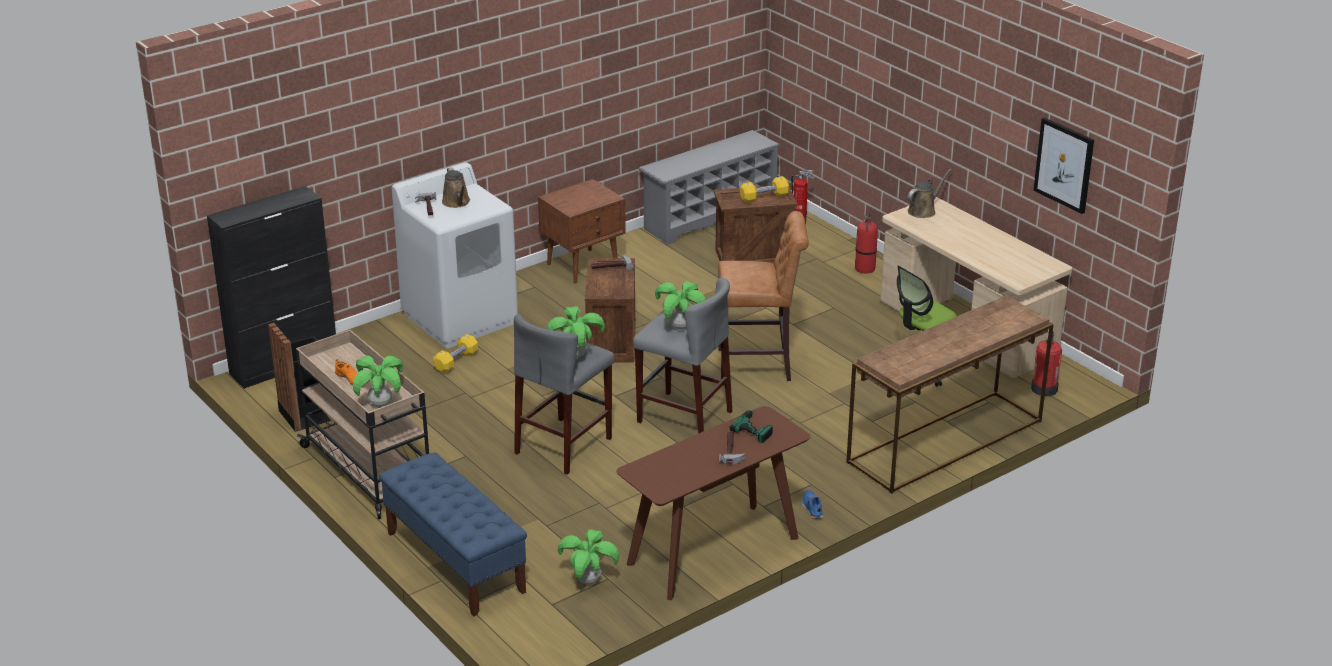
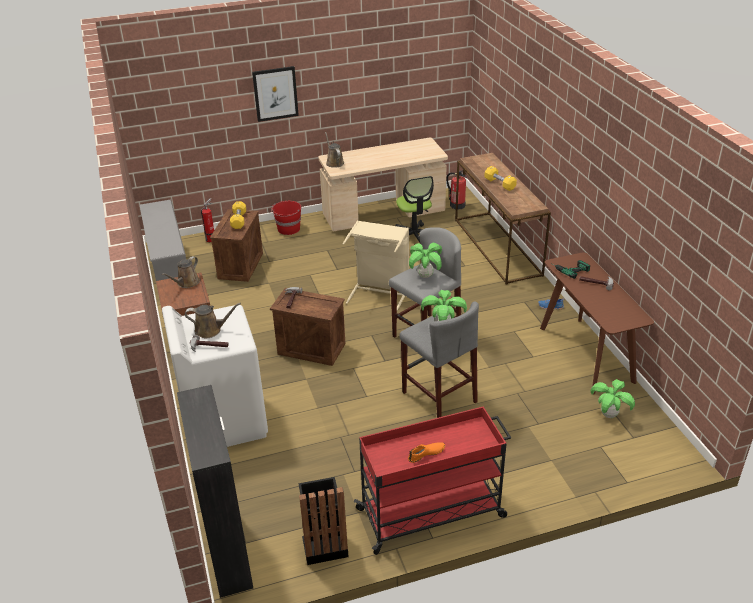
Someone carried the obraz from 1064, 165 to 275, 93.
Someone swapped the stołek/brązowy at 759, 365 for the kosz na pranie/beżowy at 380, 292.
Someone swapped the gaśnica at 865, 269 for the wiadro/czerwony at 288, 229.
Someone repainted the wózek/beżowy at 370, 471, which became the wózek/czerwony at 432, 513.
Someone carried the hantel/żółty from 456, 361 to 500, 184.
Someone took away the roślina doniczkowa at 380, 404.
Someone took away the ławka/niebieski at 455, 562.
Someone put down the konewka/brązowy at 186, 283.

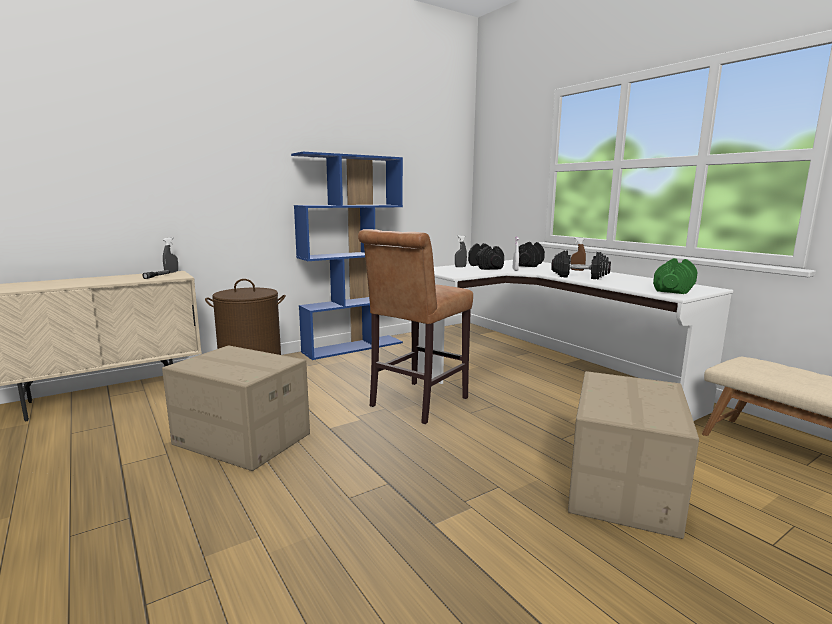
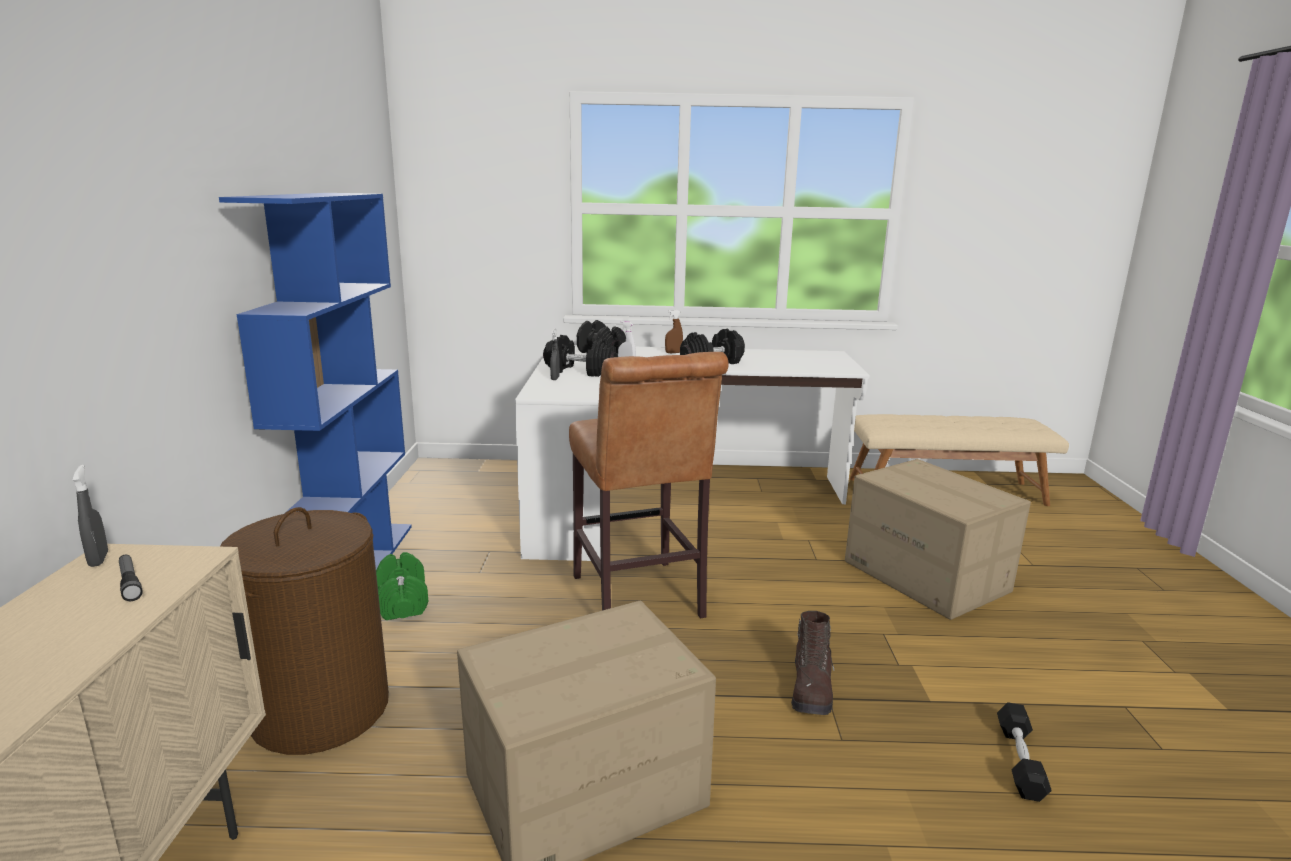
Someone carried the hantel/zielony from 674, 289 to 403, 602.
Someone put down the but z cholewką/brązowy at 811, 690.
Someone put down the hantel/czarny at 1019, 761.

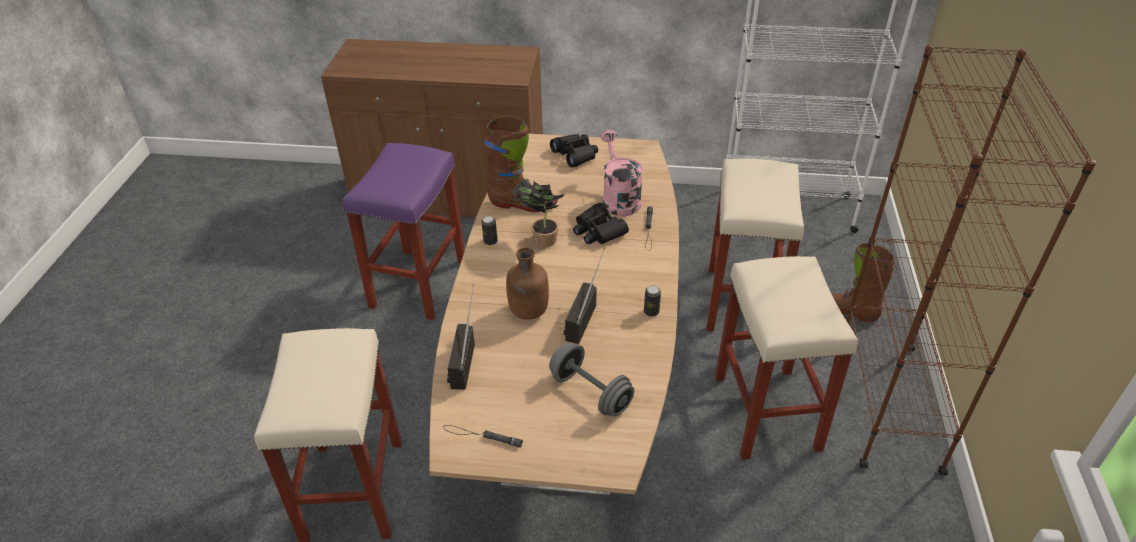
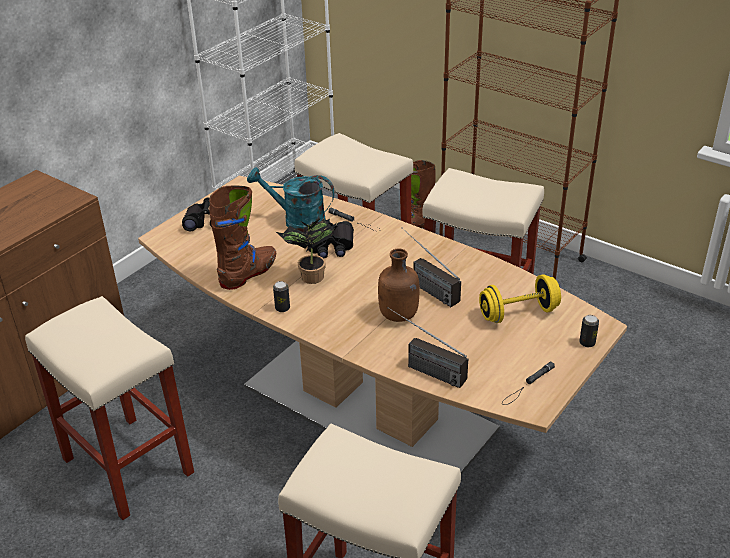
Someone repainted the konewka/różowy at 619, 198, which became the konewka/turkusowy at 297, 221.
Someone repainted the stołek/fioletowy at 418, 282, which became the stołek/beżowy at 126, 465.
Someone carried the puszka from 651, 312 to 587, 343.
Someone repainted the hantel/szary at 590, 392, which became the hantel/żółty at 518, 313.

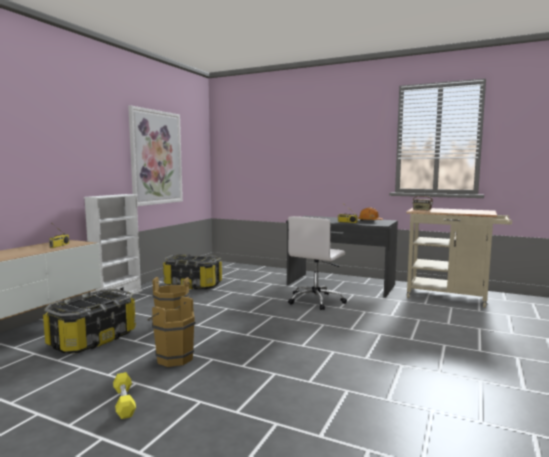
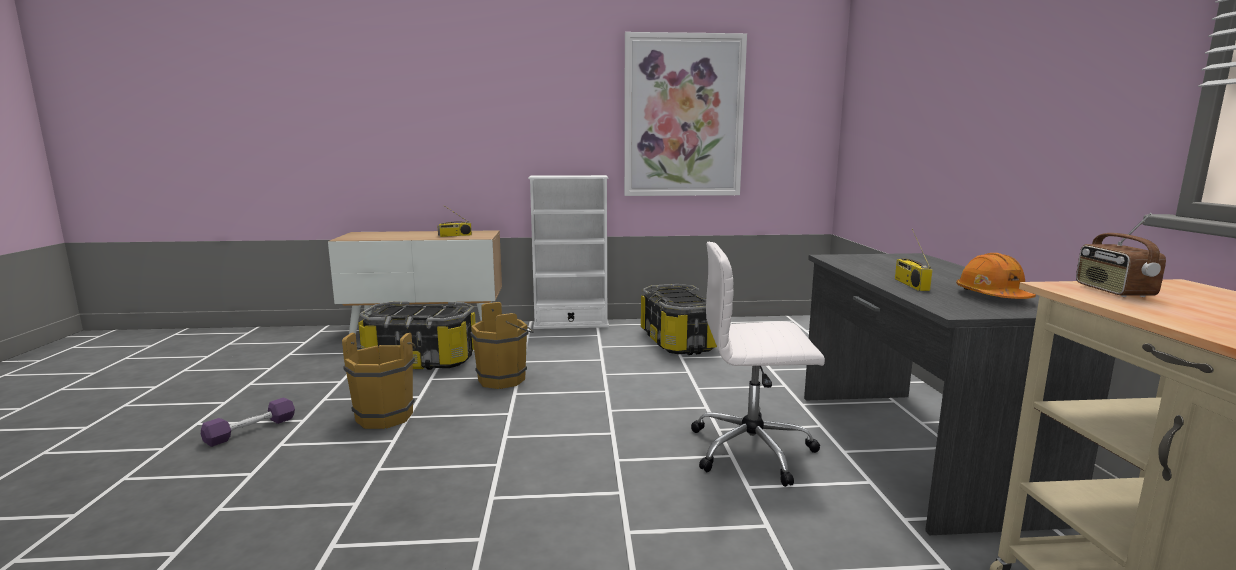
Someone repainted the hantel/żółty at 124, 402, which became the hantel/fioletowy at 251, 430.

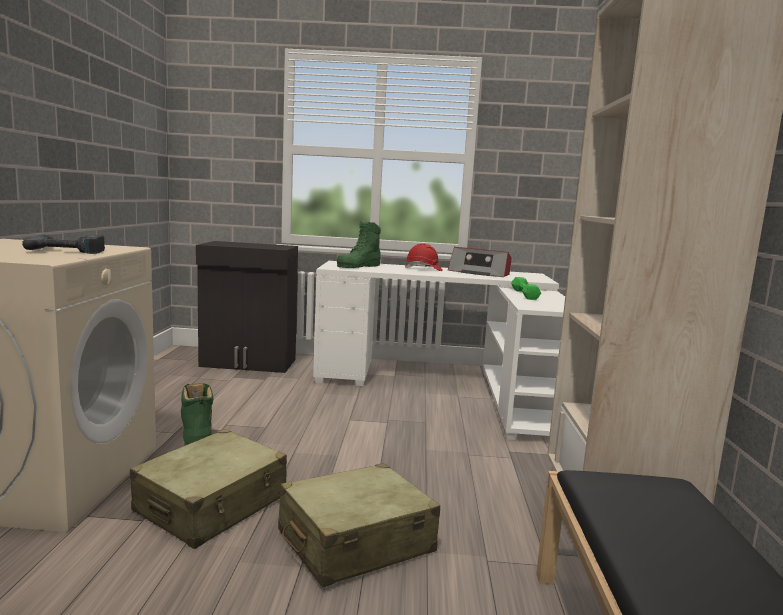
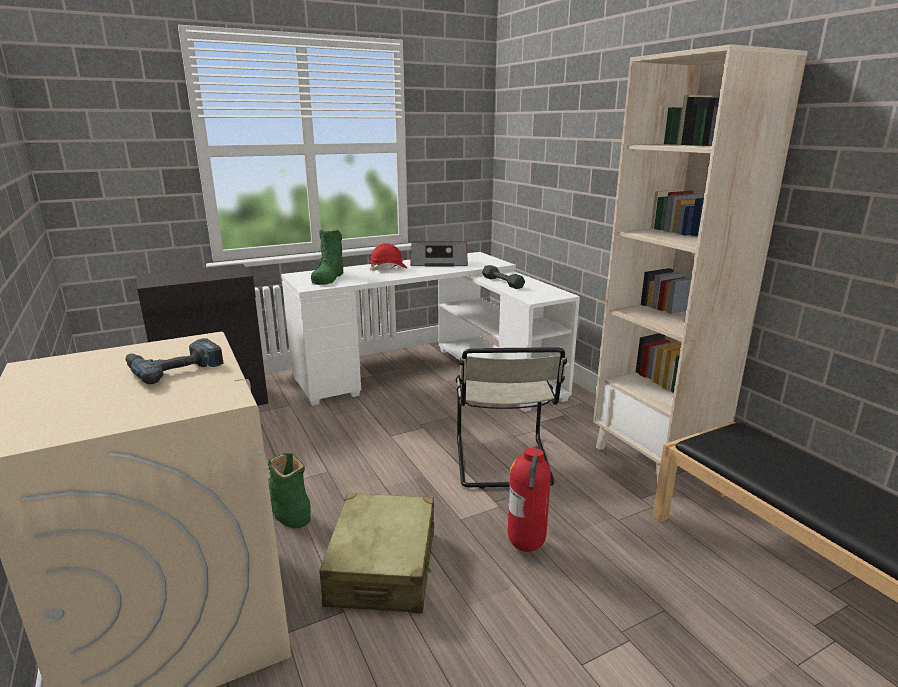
Someone repainted the hantel/zielony at 525, 294, which became the hantel/szary at 502, 282.
Someone swapped the walizka/beżowy at 355, 542 for the gaśnica at 527, 547.
Someone put down the krzesło/beżowy at 503, 464.

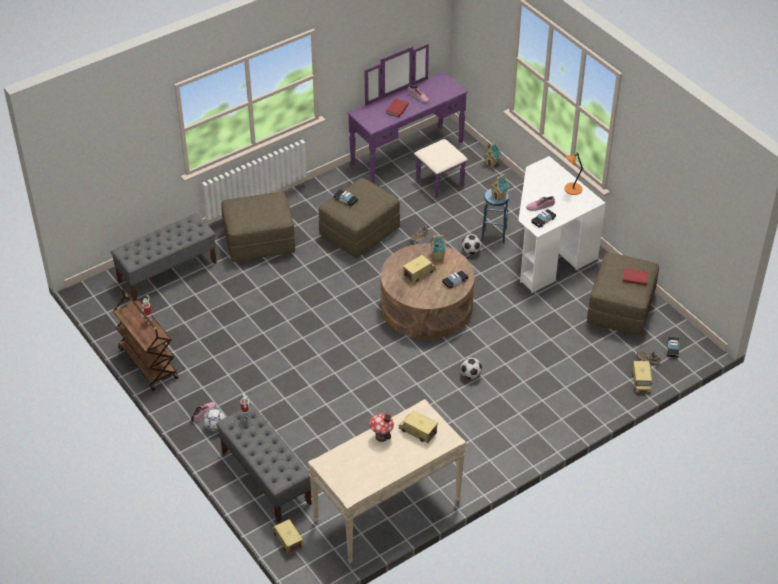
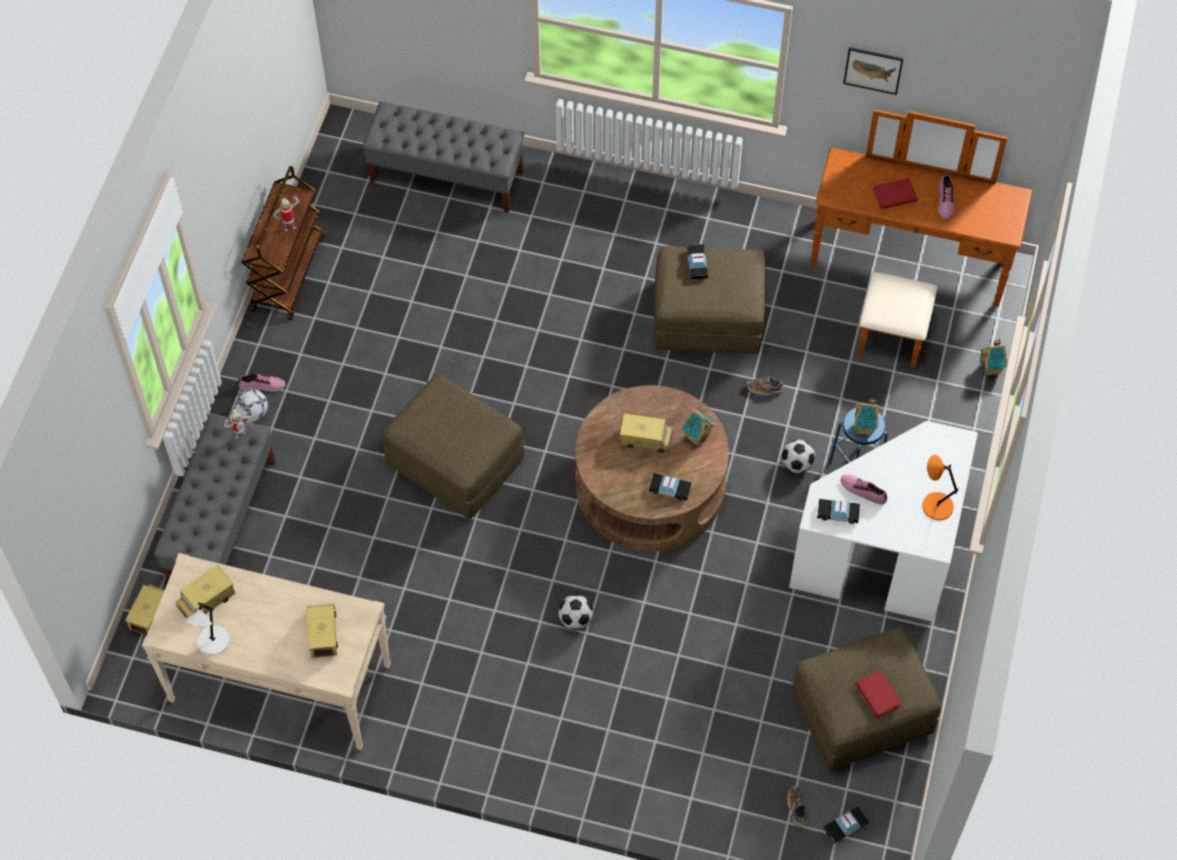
Someone repainted the komoda/fioletowy at 415, 159, which became the komoda/brązowy at 906, 278.
Someone carried the pufa/brązowy from 259, 241 to 456, 463.
Someone carried the ciężarówka zabawkowa from 641, 382 to 206, 601.
Someone took away the domek at 381, 436.
Someone put up the obraz at 873, 70.
Someone put down the lampa stołowa/biały at 212, 642.

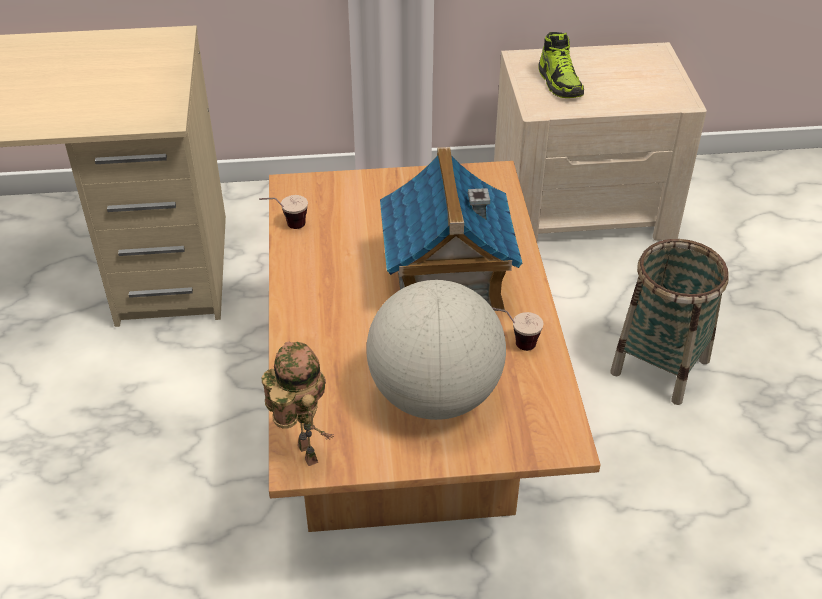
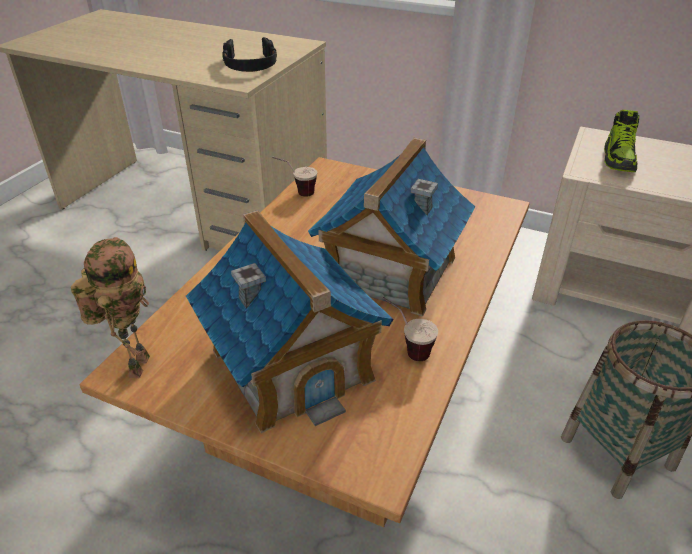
Someone swapped the globus at 434, 395 for the domek at 292, 364.
Someone put down the słuchawki/czarny at 250, 65.

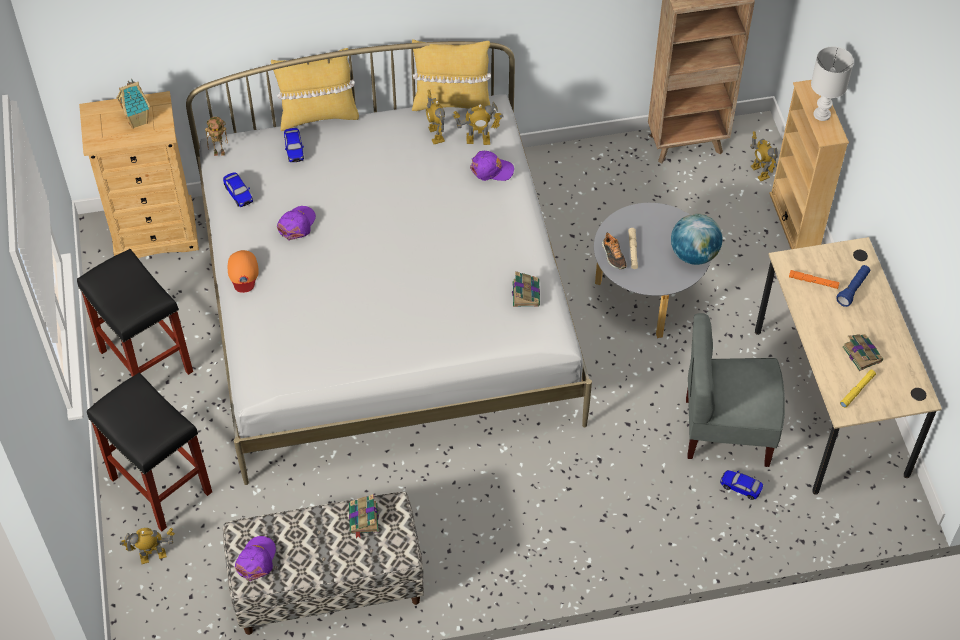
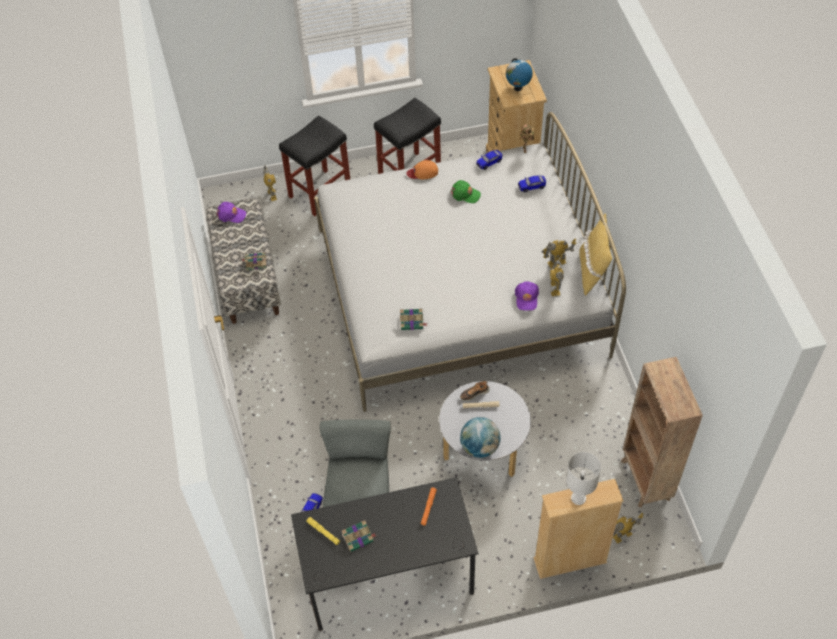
Someone took away the poduszka/żółty at 318, 116.
Someone swapped the domek at 138, 120 for the globus at 518, 88.
Someone repainted the czapka z daszkiem/fioletowy at 297, 224, which became the czapka z daszkiem/zielony at 465, 194.
Someone repainted the biurko/beżowy at 829, 402, which became the biurko/czarny at 388, 576.
Someone took away the latarka/niebieski at 853, 289.

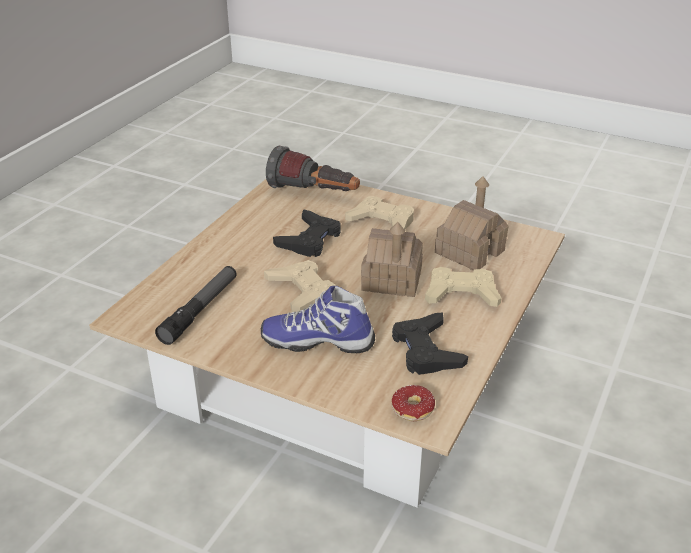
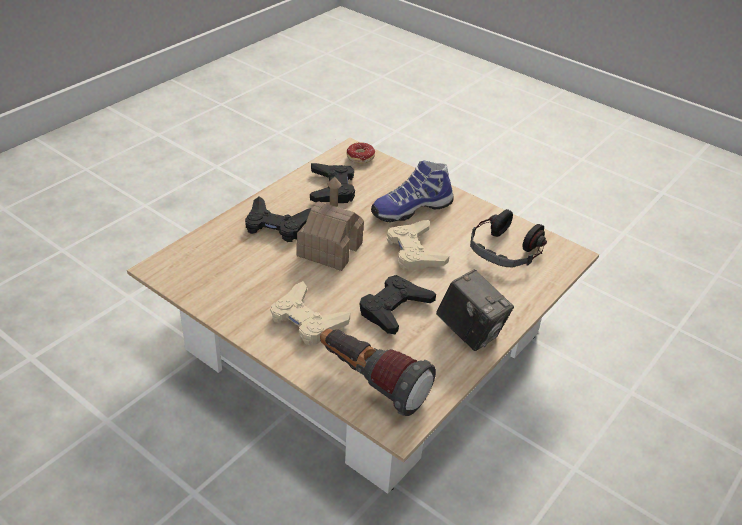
Someone took away the domek at 469, 251.
Someone swapped the latarka at 200, 310 for the słuchawki at 506, 249.
Someone repainted the pad do gier/beżowy at 461, 294, which became the pad do gier/czarny at 277, 225.
Someone rotated the but at 318, 341 by 135 degrees clockwise.
Someone put down the aparat fotograficzny at 470, 332.

